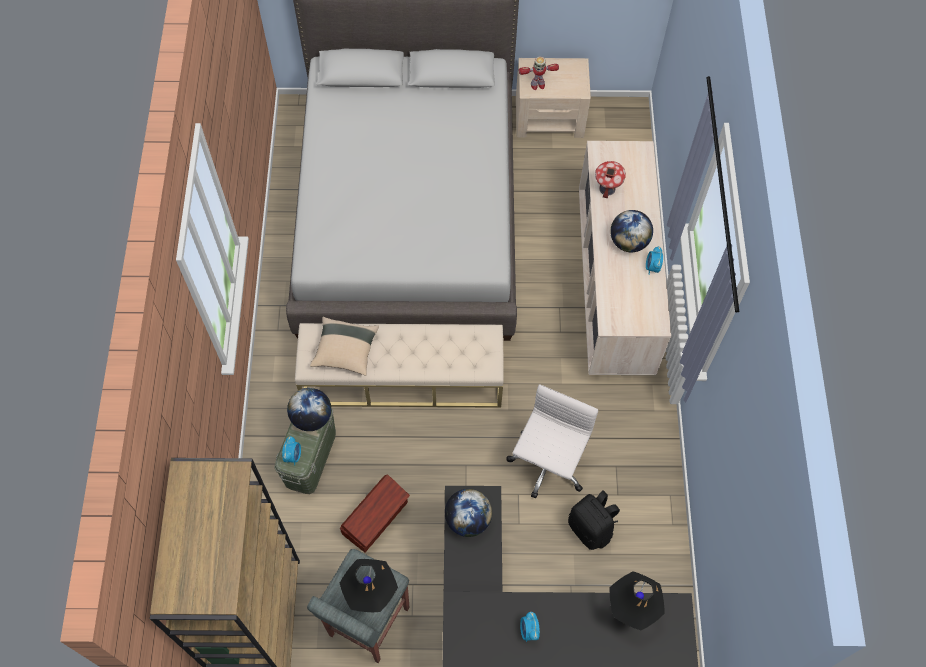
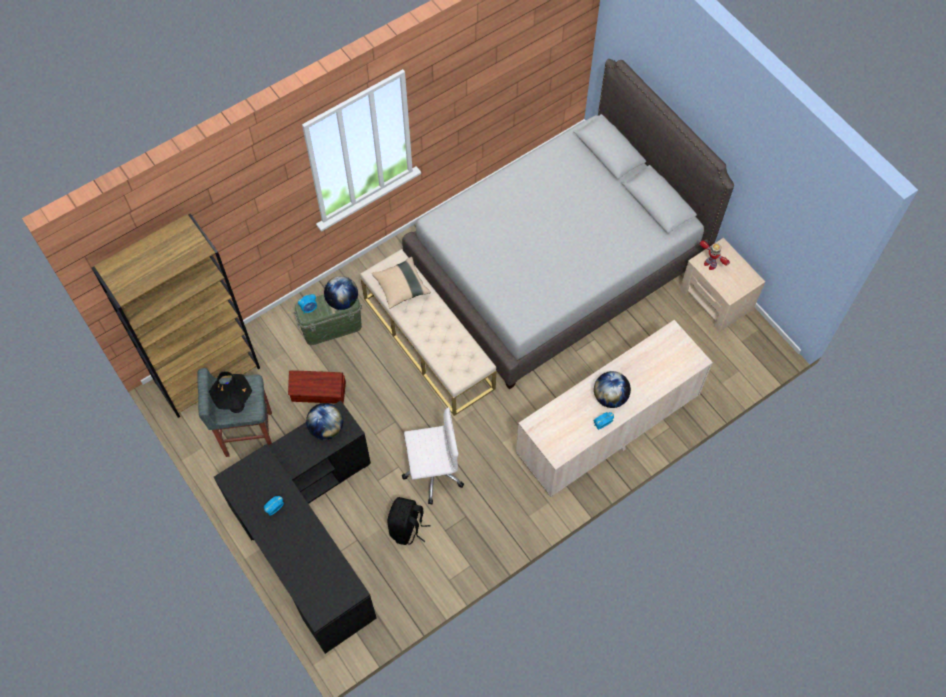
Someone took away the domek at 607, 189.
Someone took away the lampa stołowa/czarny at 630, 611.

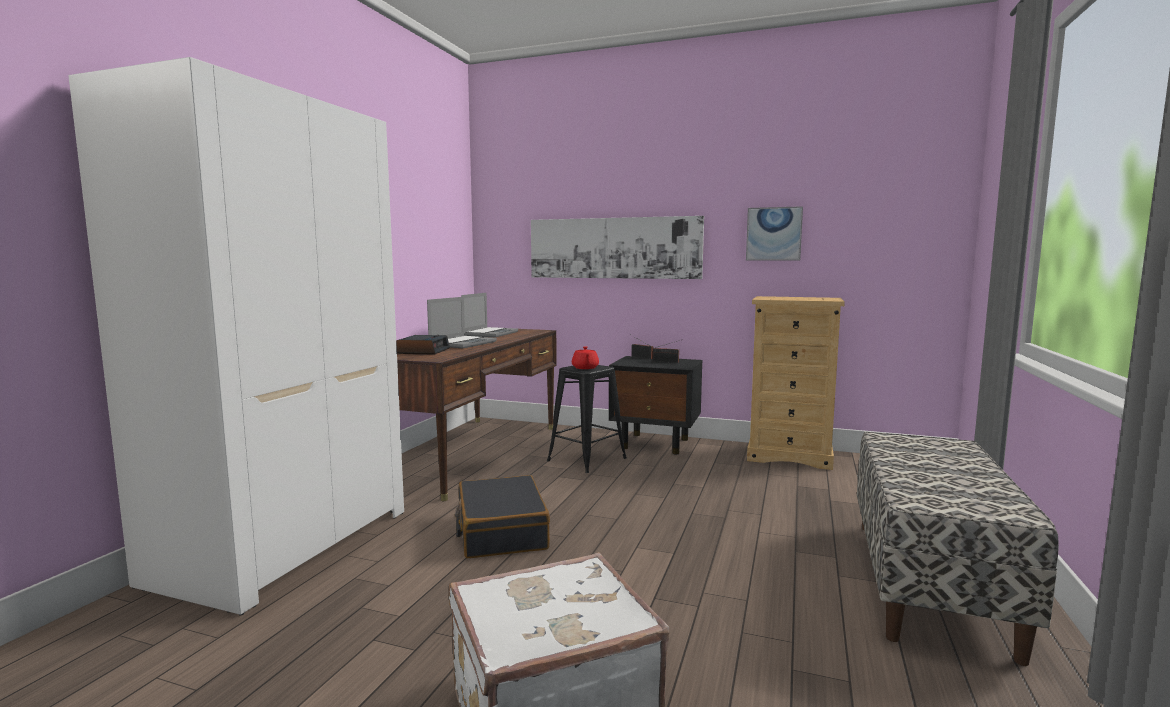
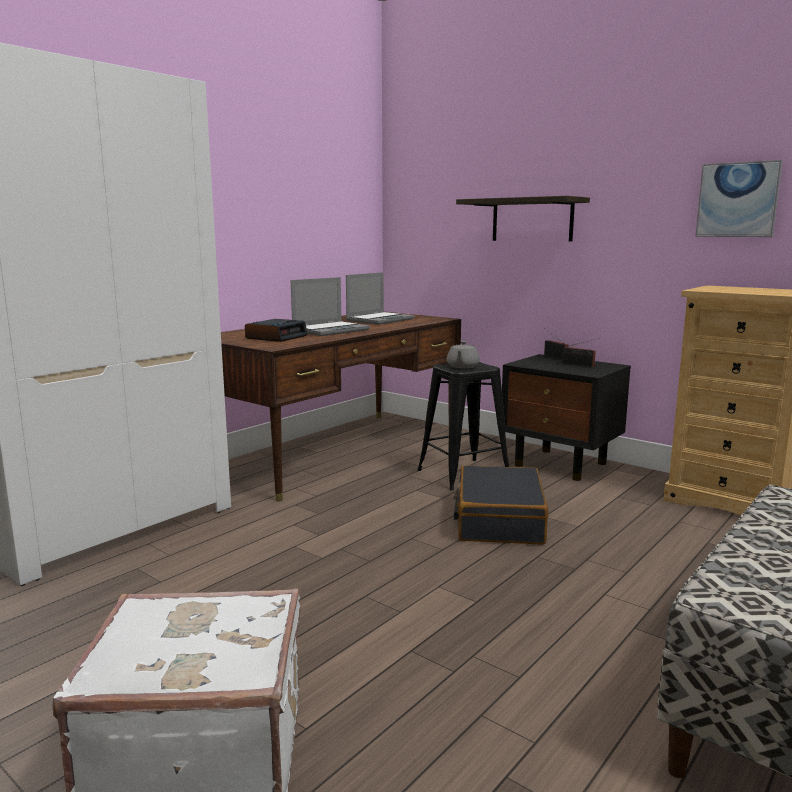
Someone swapped the obraz at 614, 248 for the półka at 532, 220.
Someone repainted the imbryk/czerwony at 585, 368, which became the imbryk/szary at 462, 366.
Someone carried the walizka/czarny from 501, 531 to 499, 520.

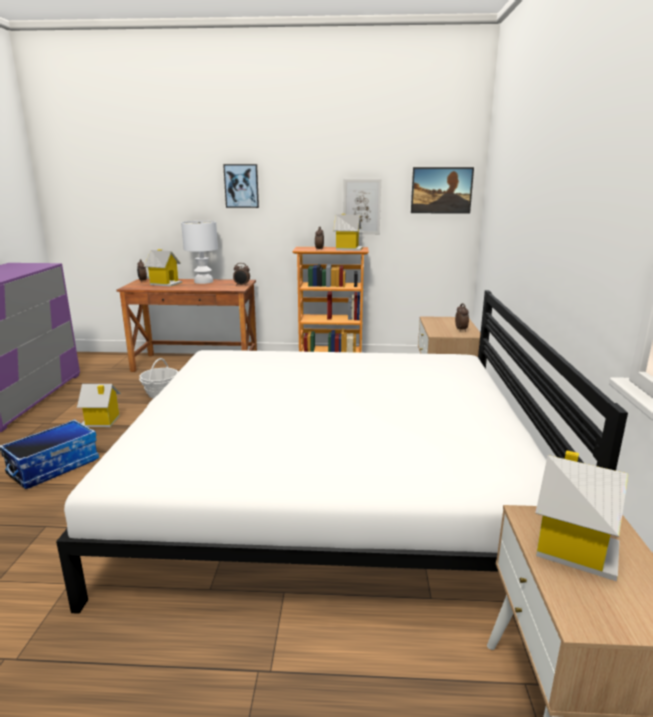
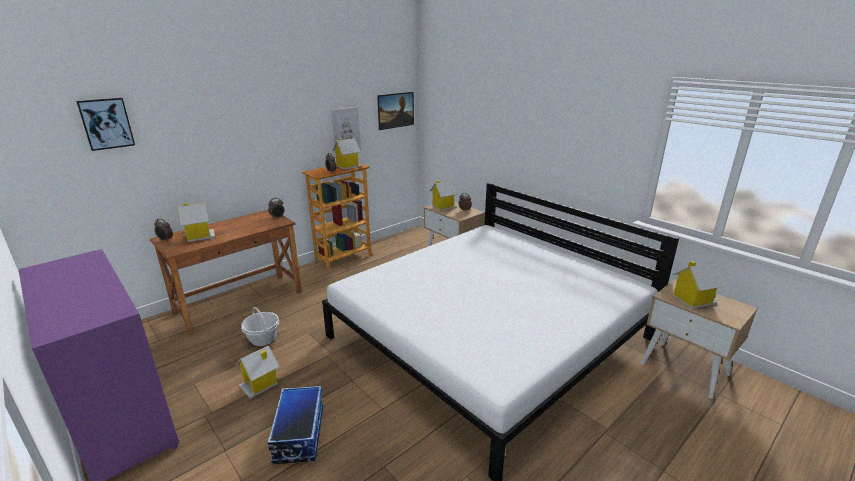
Someone carried the obraz from 241, 186 to 106, 123.
Someone took away the lampa stołowa/biały at 203, 282.
Someone put down the domek at 443, 206.

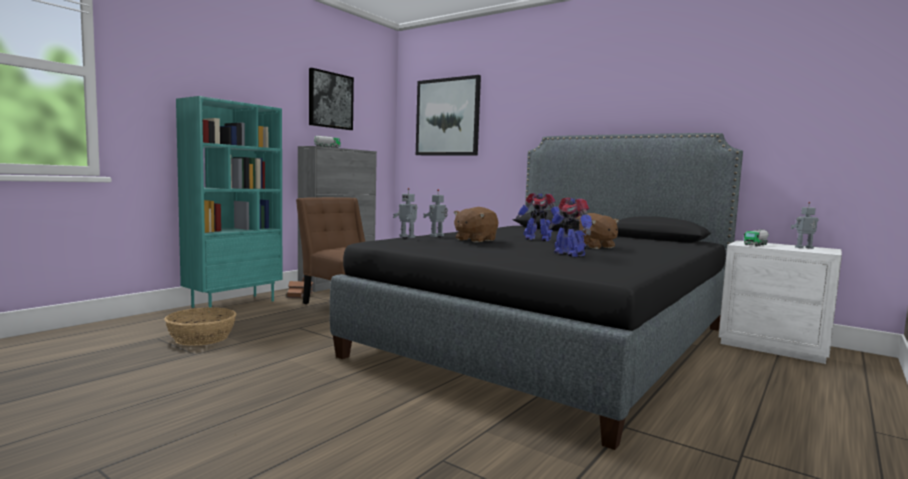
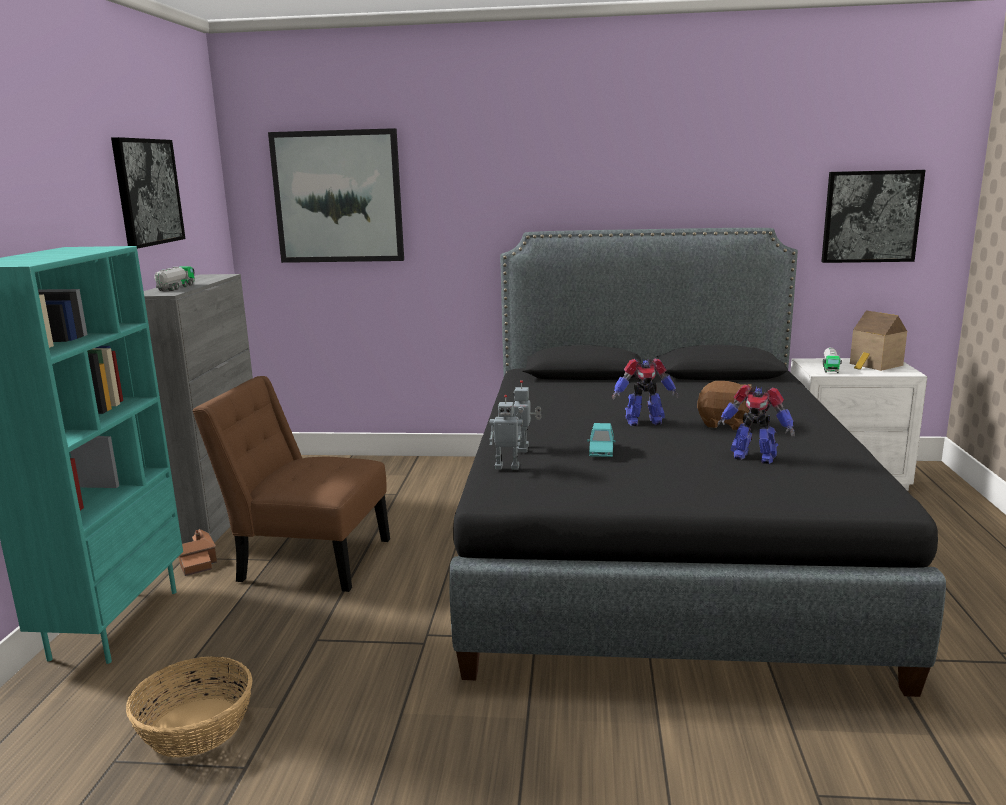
Someone swapped the robot zabawkowy at 804, 248 for the domek at 875, 365.
Someone swapped the pluszak/brązowy at 475, 240 for the samochodzik/turkusowy at 601, 451.
Someone put up the obraz at 871, 216.

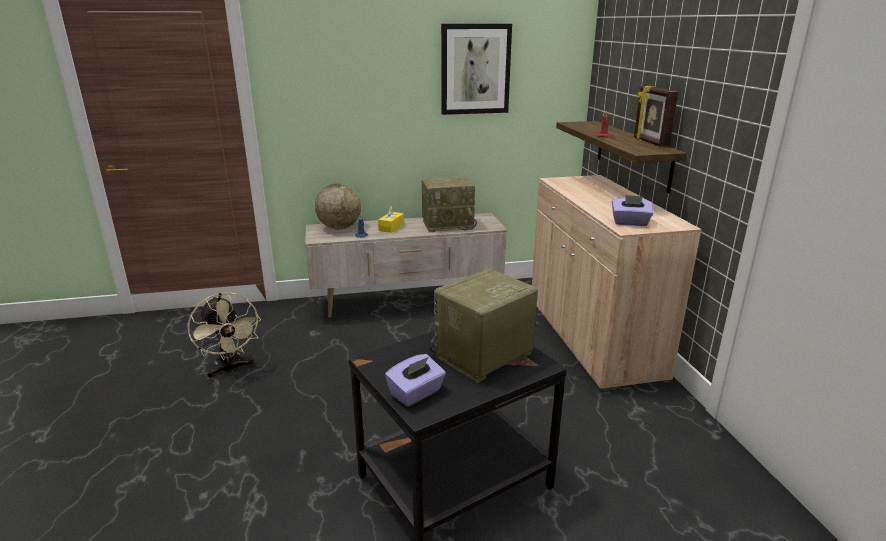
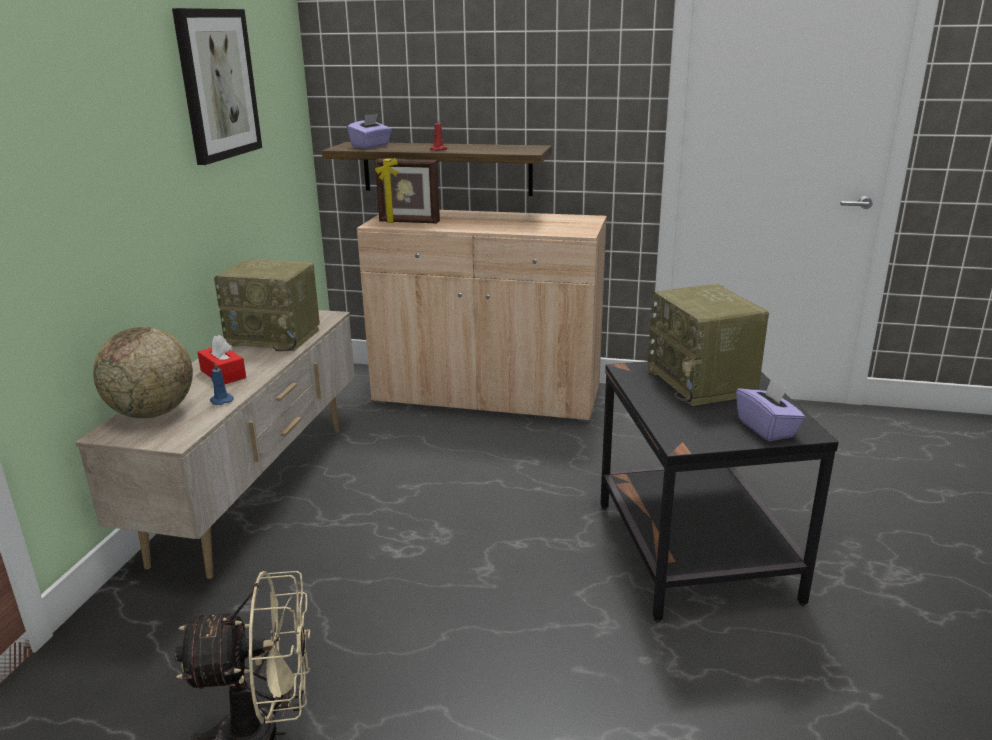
Someone carried the ramka na zdjęcie from 649, 142 to 409, 222.
Someone rotated the radio at 448, 224 by 90 degrees clockwise.
Someone carried the pudełko chusteczek/fioletowy from 630, 223 to 371, 146.
Someone repainted the pudełko chusteczek/żółty at 391, 227, which became the pudełko chusteczek/czerwony at 223, 374.

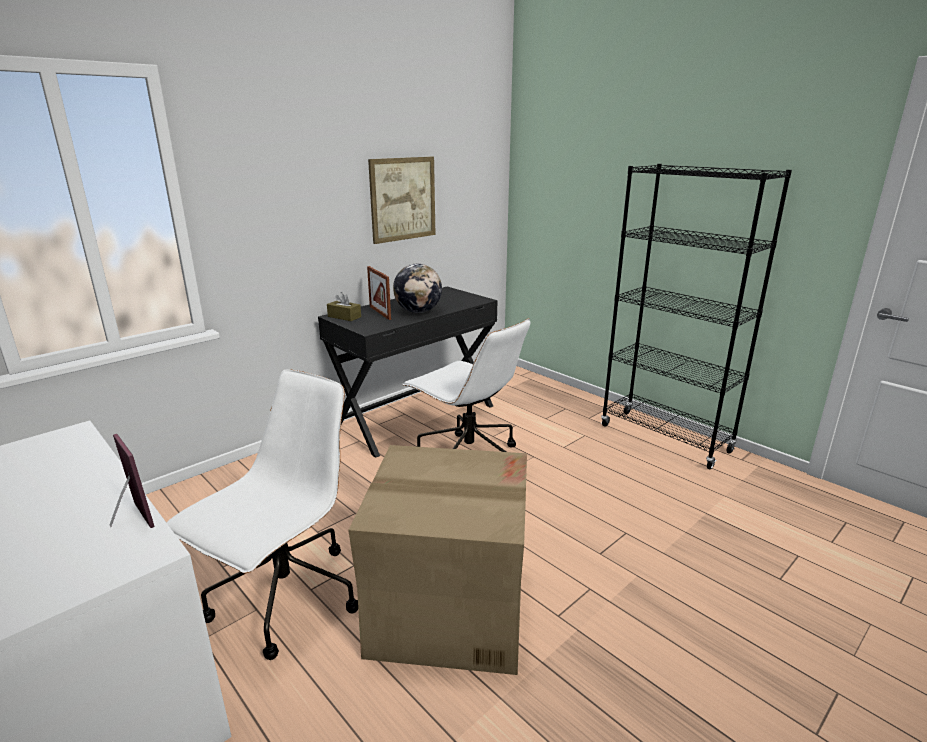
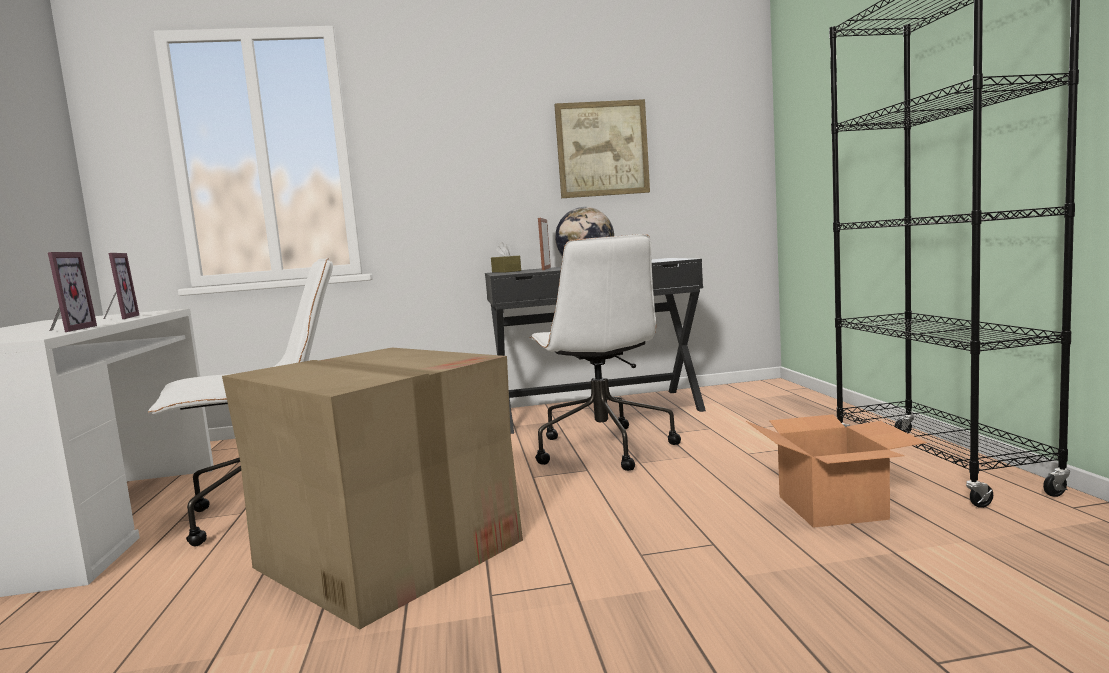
Someone put down the ramka na zdjęcie at 118, 318.
Someone put down the karton at 830, 507.

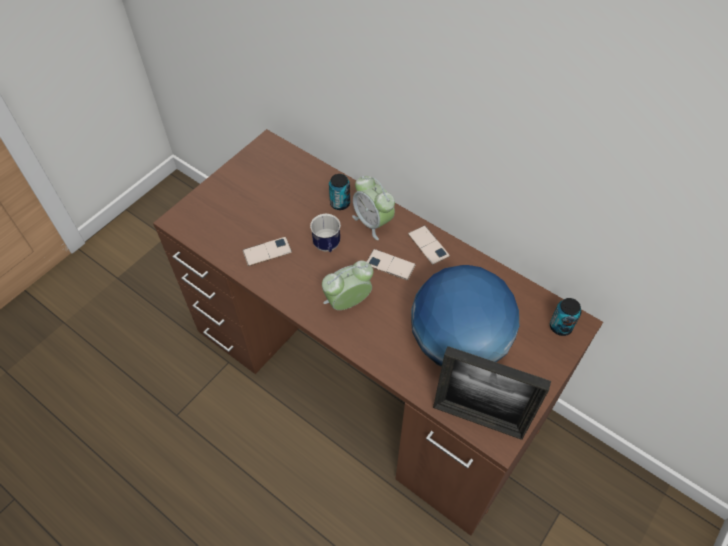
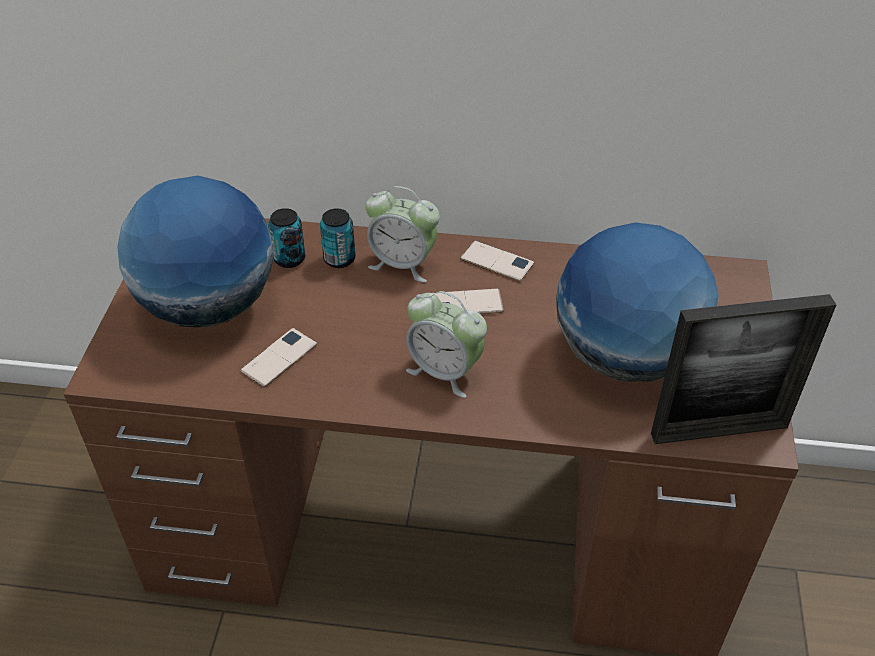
Someone took away the kubek at 327, 247.
Someone rotated the budzik at 347, 302 by 90 degrees counterclockwise.
Someone carried the puszka from 560, 327 to 289, 259.
Someone put down the globus at 208, 306.

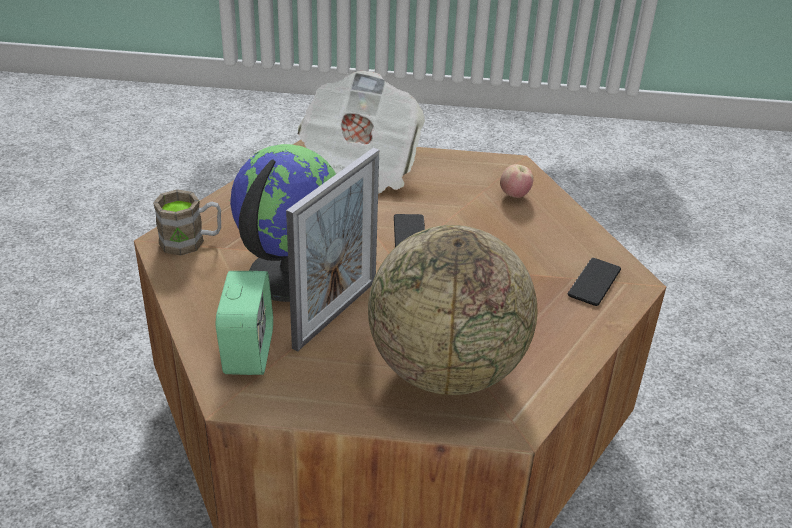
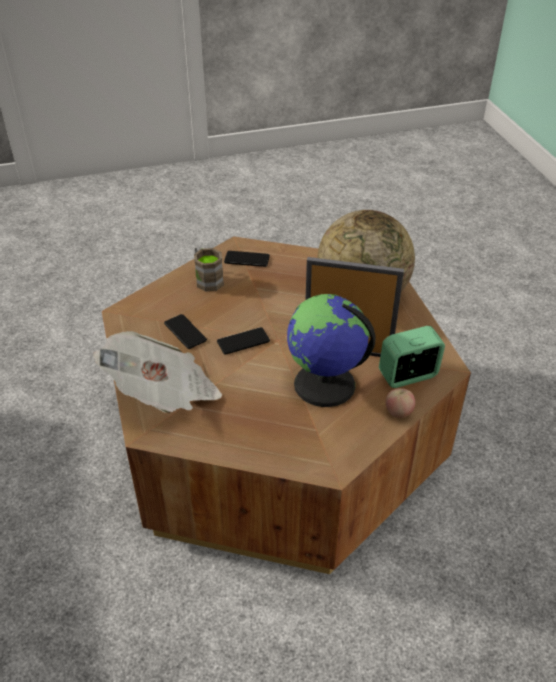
Someone carried the jabłko from 514, 195 to 398, 413.
Someone carried the kubek/brązowy from 191, 241 to 207, 279.
Someone put down the telefon at 185, 332.

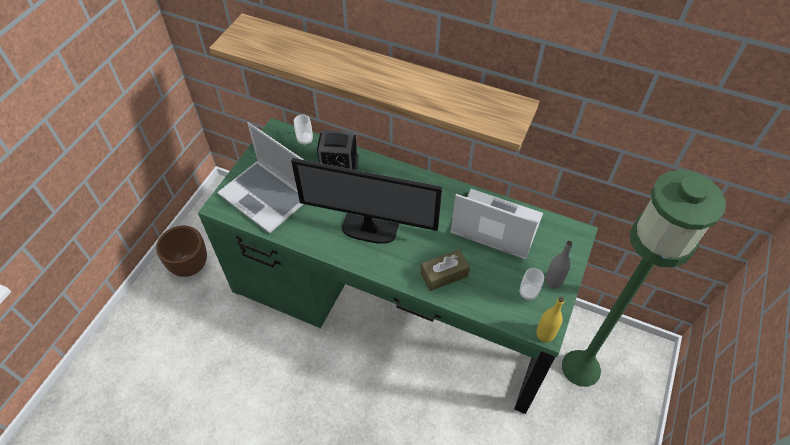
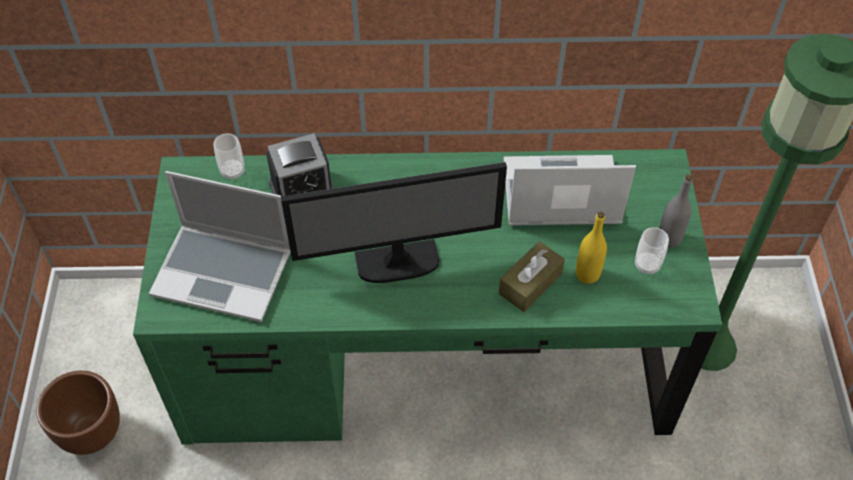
Someone took away the półka at 382, 76.
Someone carried the butelka/żółty from 545, 334 to 587, 274.

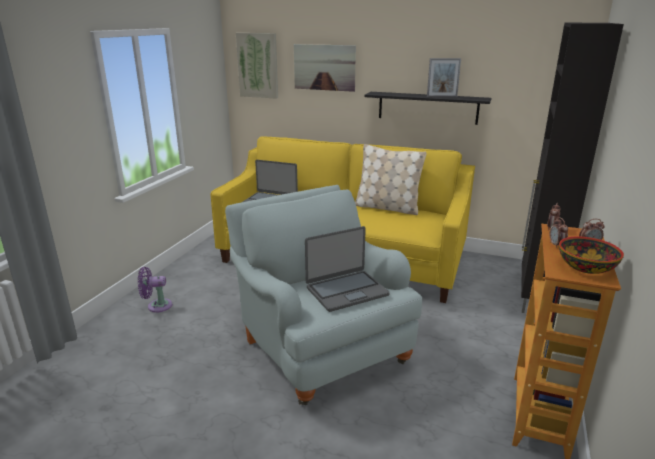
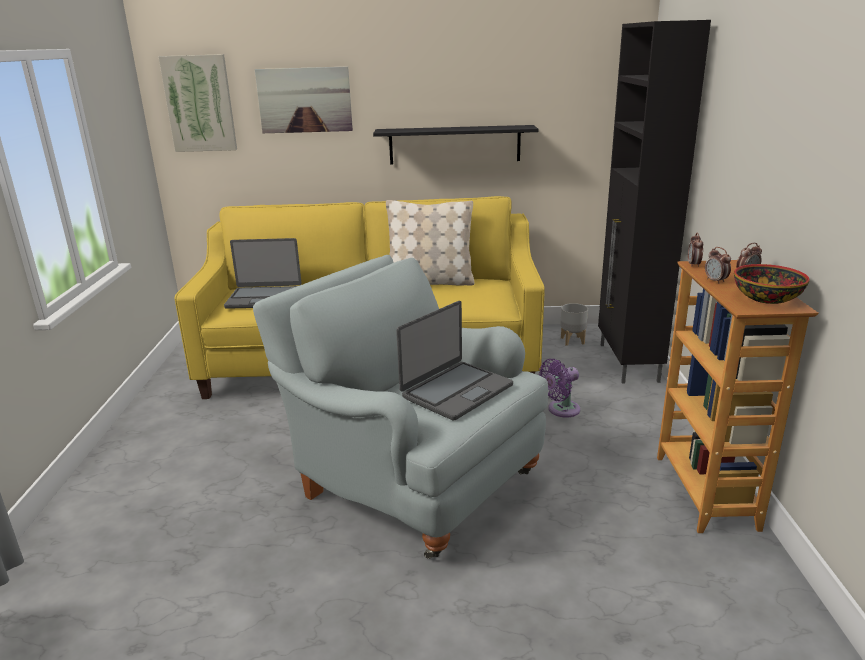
Someone took away the ramka na zdjęcie at 442, 97.
Someone carried the wentylator/fioletowy from 157, 306 to 561, 410.
Someone put down the donica/szary at 573, 341.

